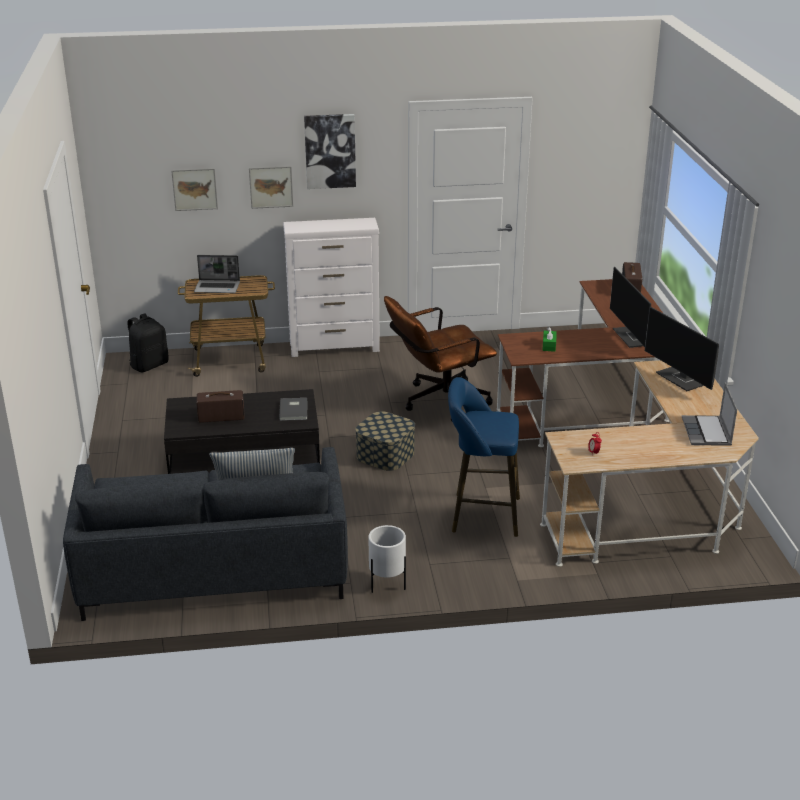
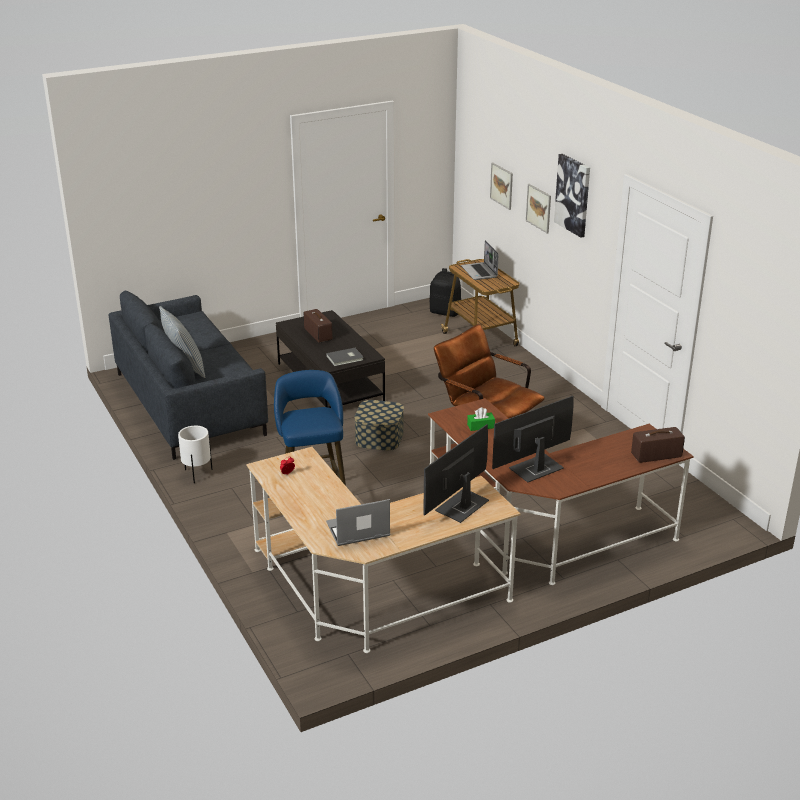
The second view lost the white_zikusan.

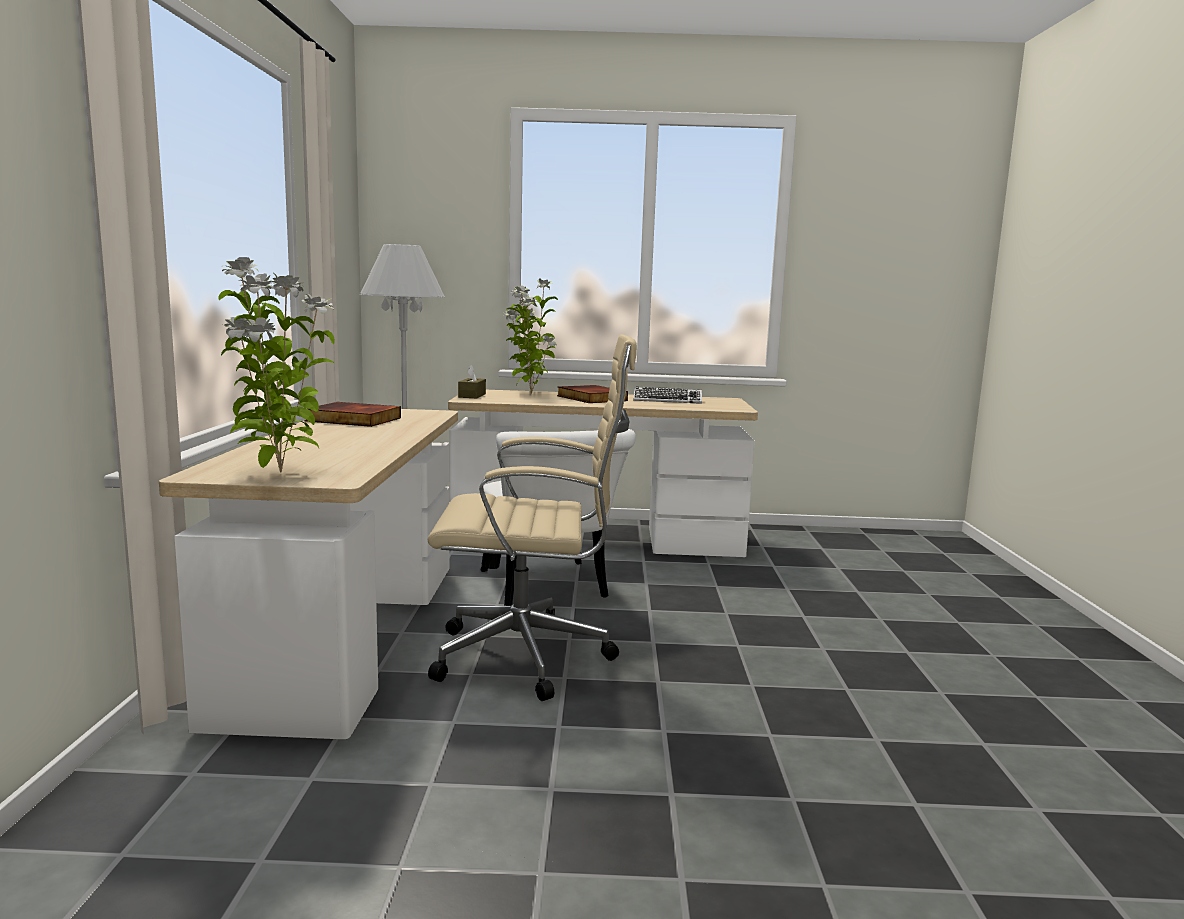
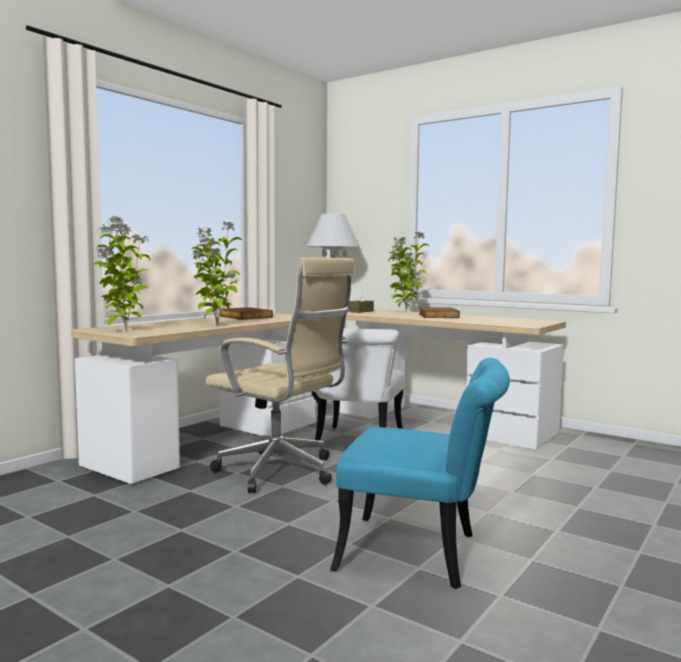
The second view lost the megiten.
The second view gained the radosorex (no. 2 from left).
The second view gained the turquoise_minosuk.

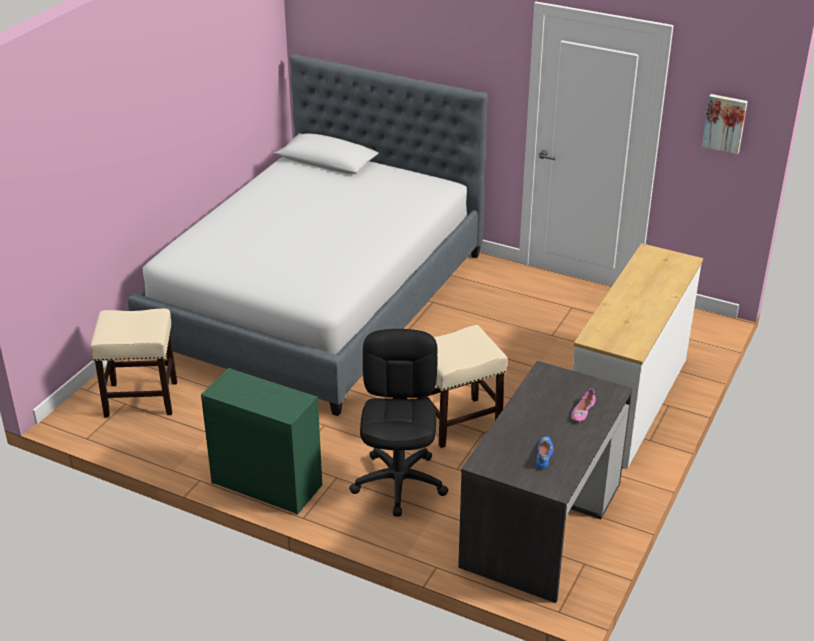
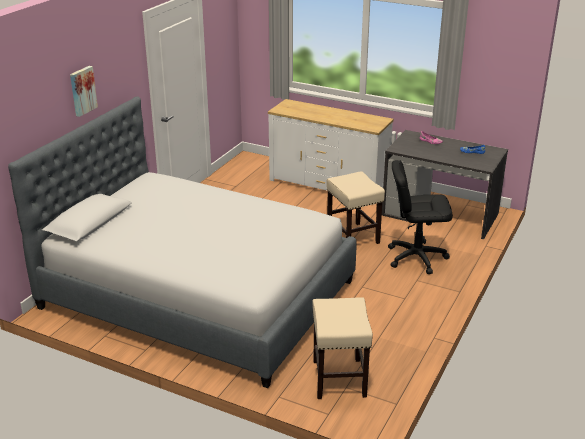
The second view lost the green_zikusan.
The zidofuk ended up elsewhere.

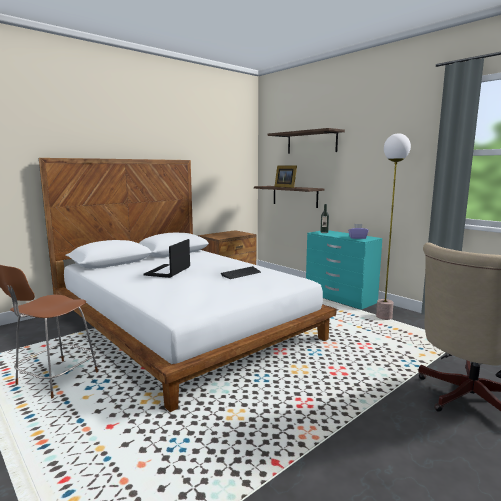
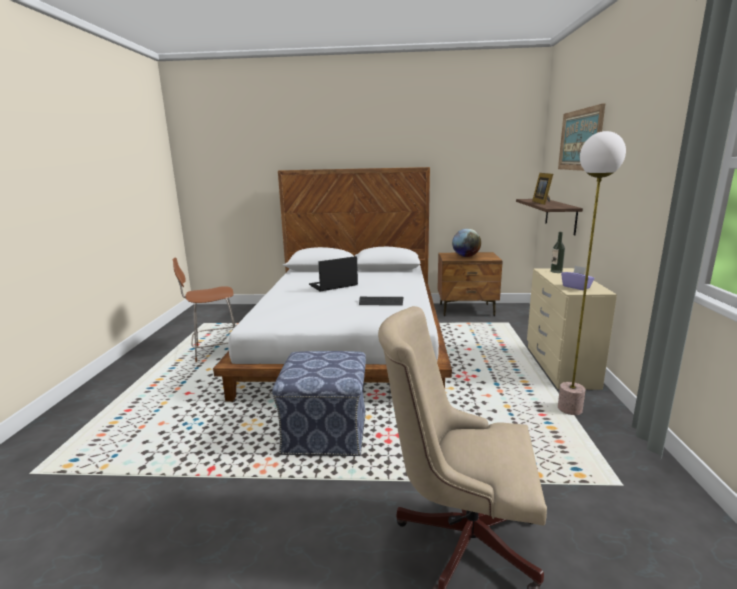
The second view gained the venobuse.
The second view gained the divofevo.
Where the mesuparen (no. 2 from left) hung, the zidofuk came to hang.
What was the turquoise_zikusan turned into the beige_zikusan.

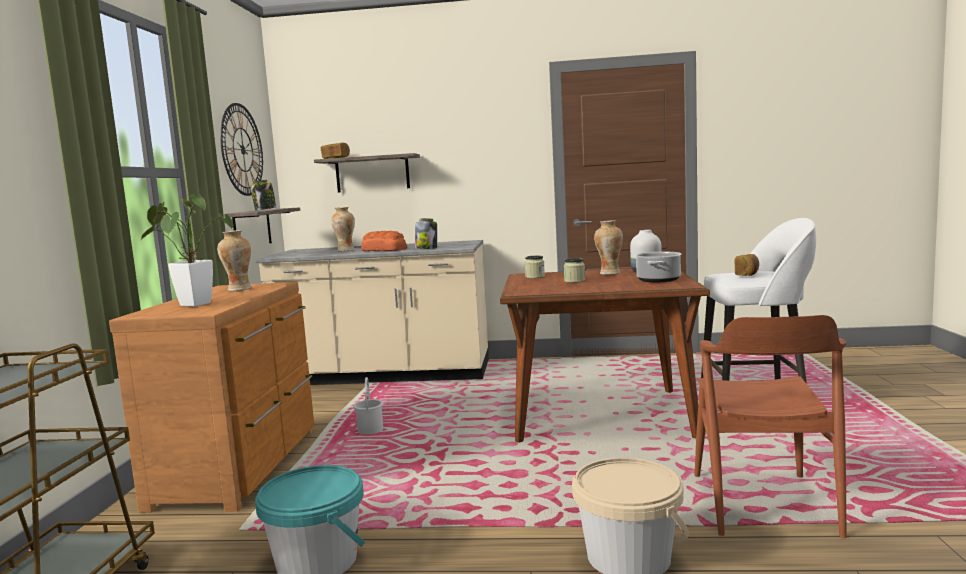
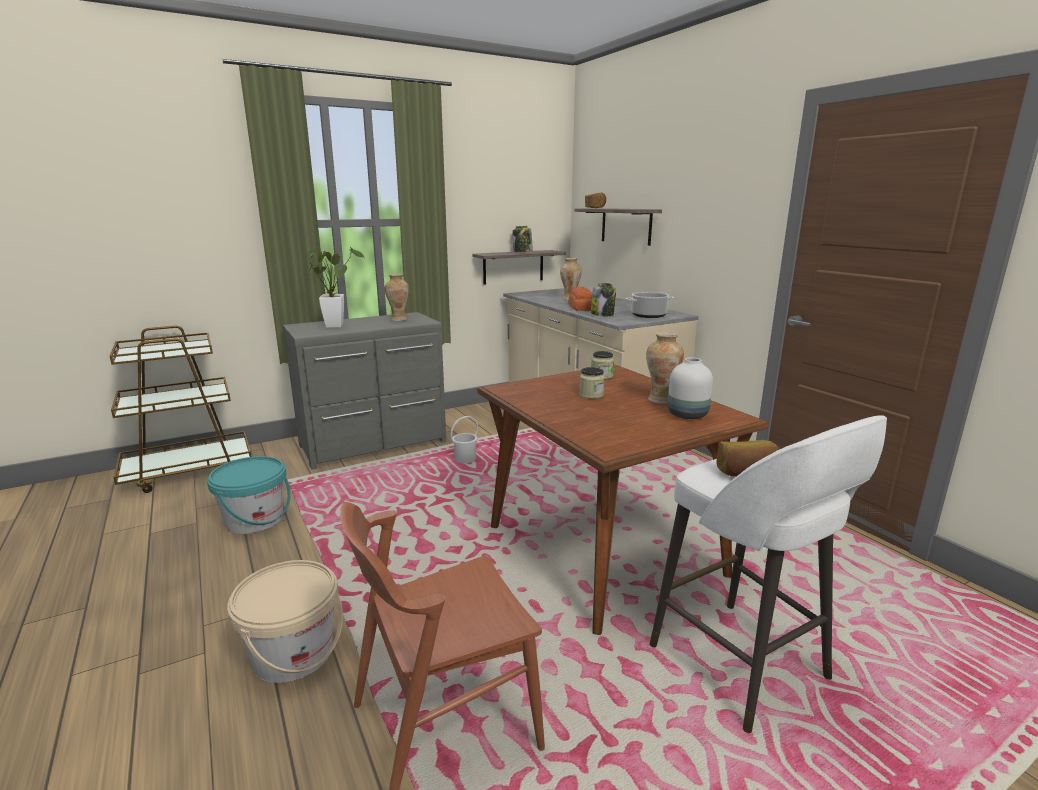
The second view lost the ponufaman.
The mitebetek ended up elsewhere.
What was the brown_zikusan turned into the grey_zikusan.

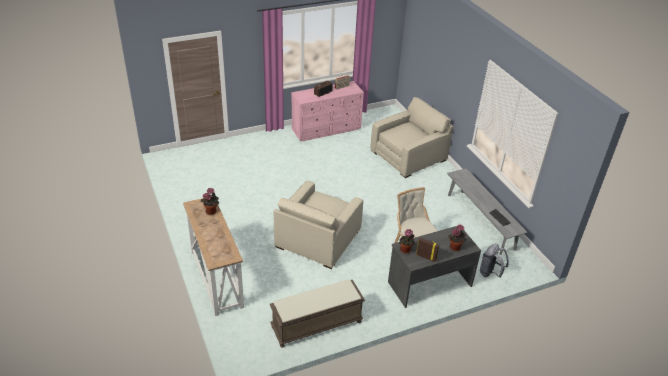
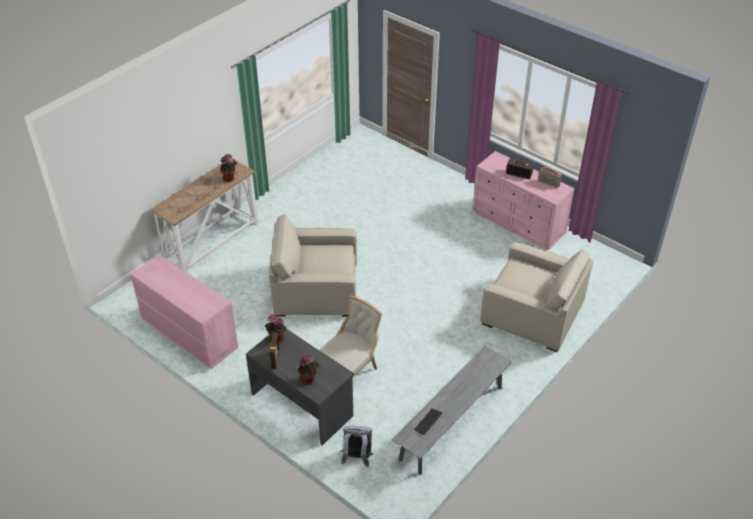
Where the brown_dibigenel stood, the pink_zikusan (no. 1 from left) came to stand.

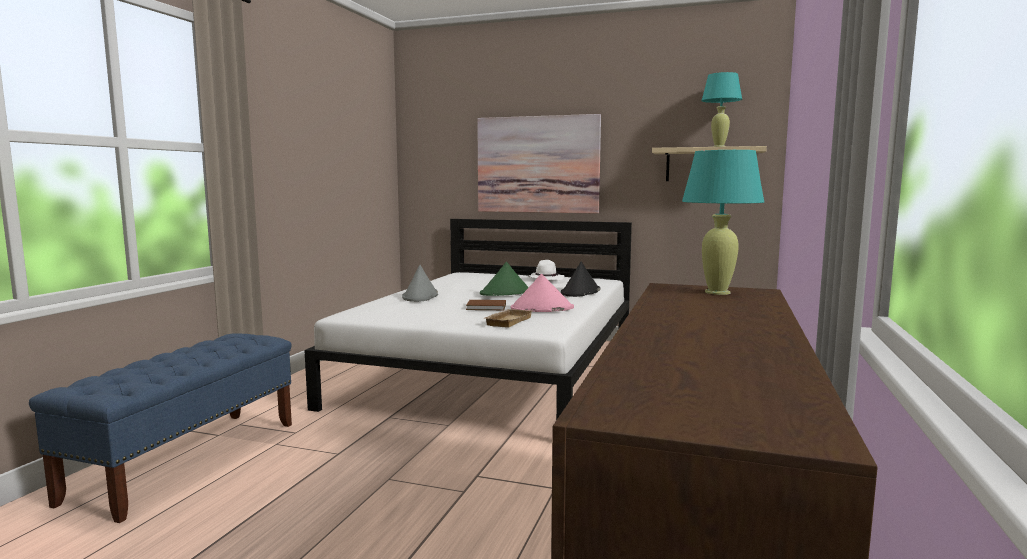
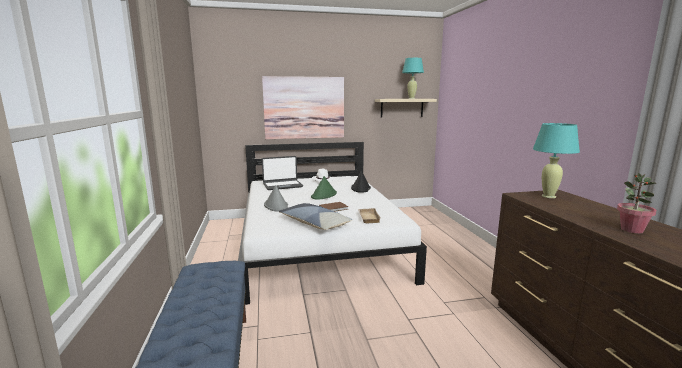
The second view lost the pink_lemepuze.
The second view gained the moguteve.
The second view gained the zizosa.
The second view gained the radosorex.

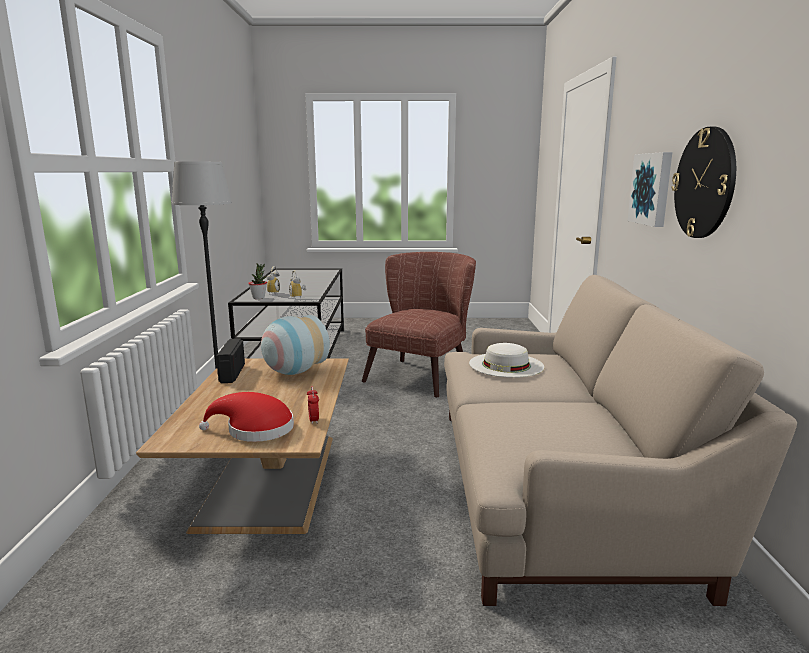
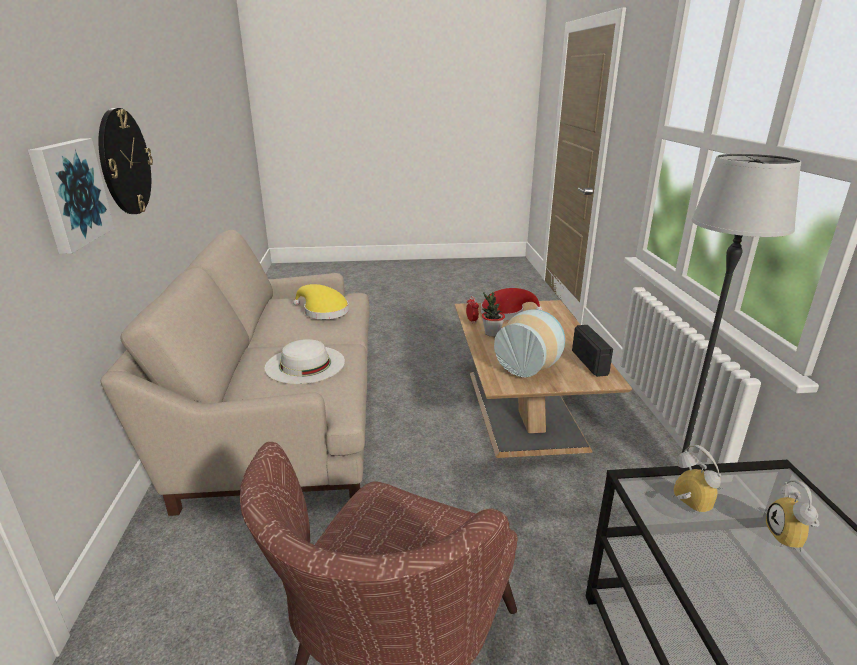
The second view gained the yellow_lemepuze.
The radosorex ended up elsewhere.

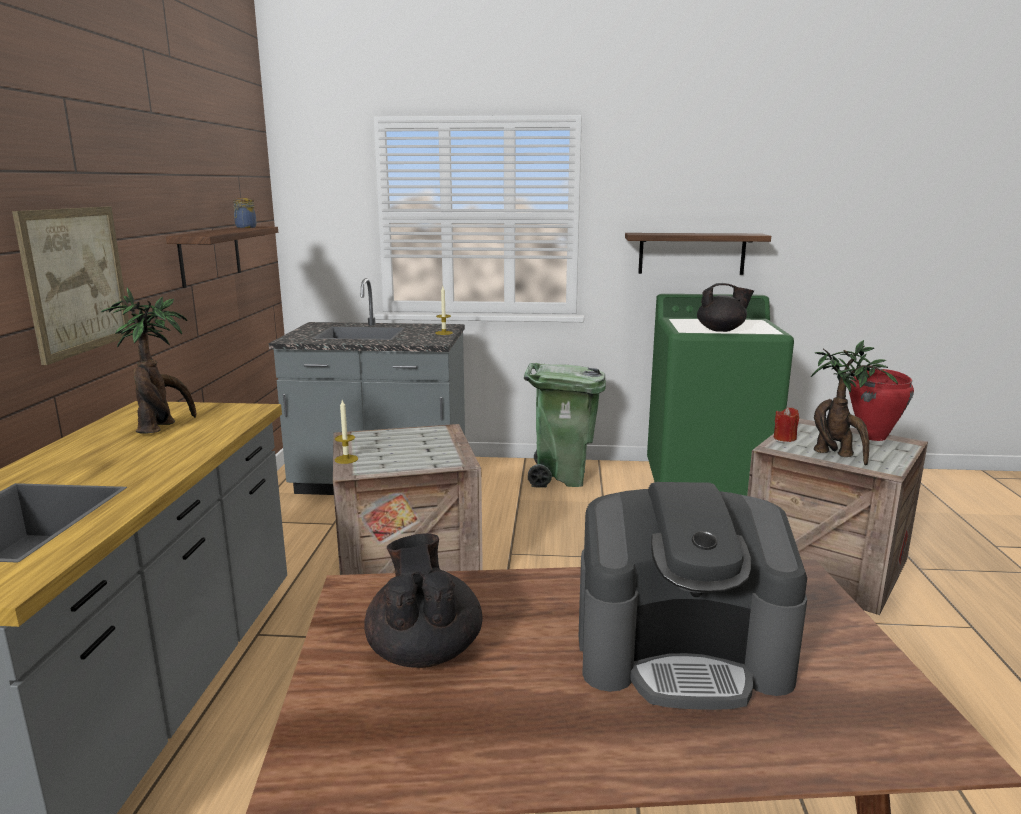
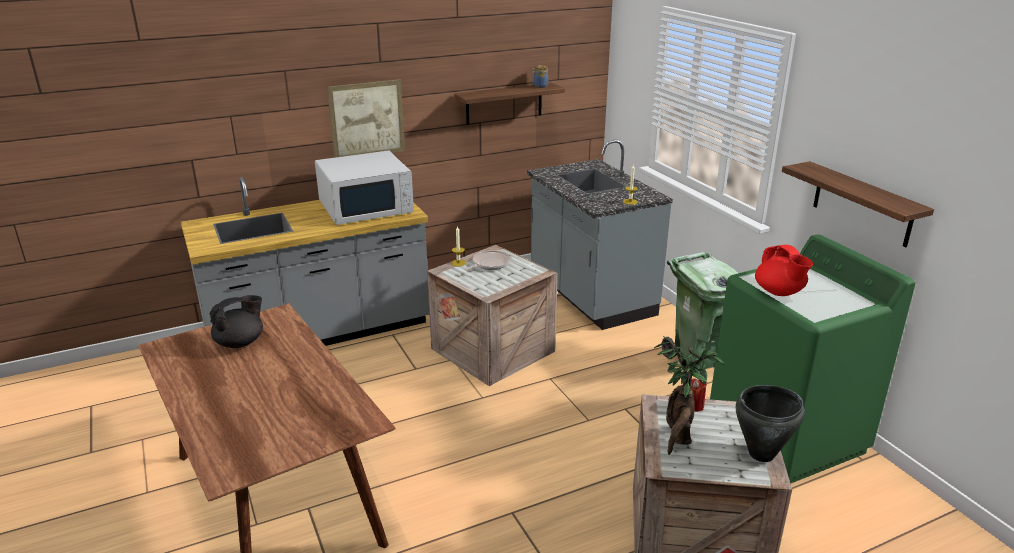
The second view lost the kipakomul.
The second view gained the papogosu.
Where the radosorex (no. 1 from left) stood, the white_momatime came to stand.
What was the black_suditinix (no. 2 from left) turned into the red_suditinix.
What was the red_mitebetek turned into the black_mitebetek.

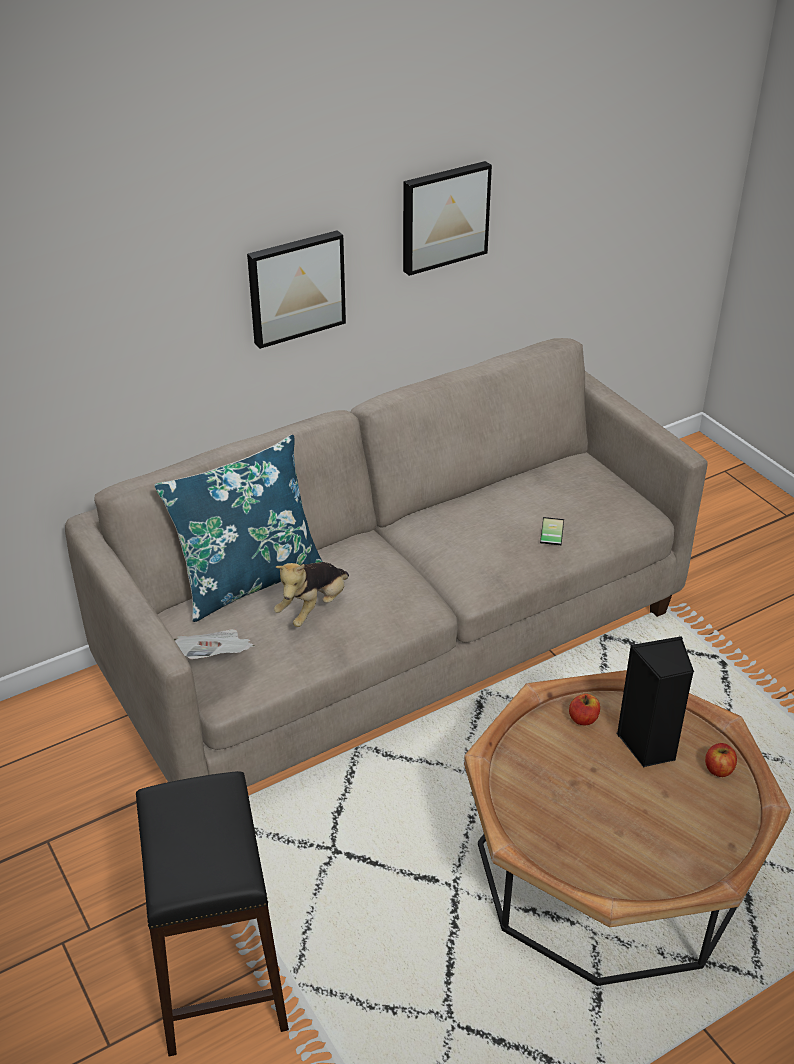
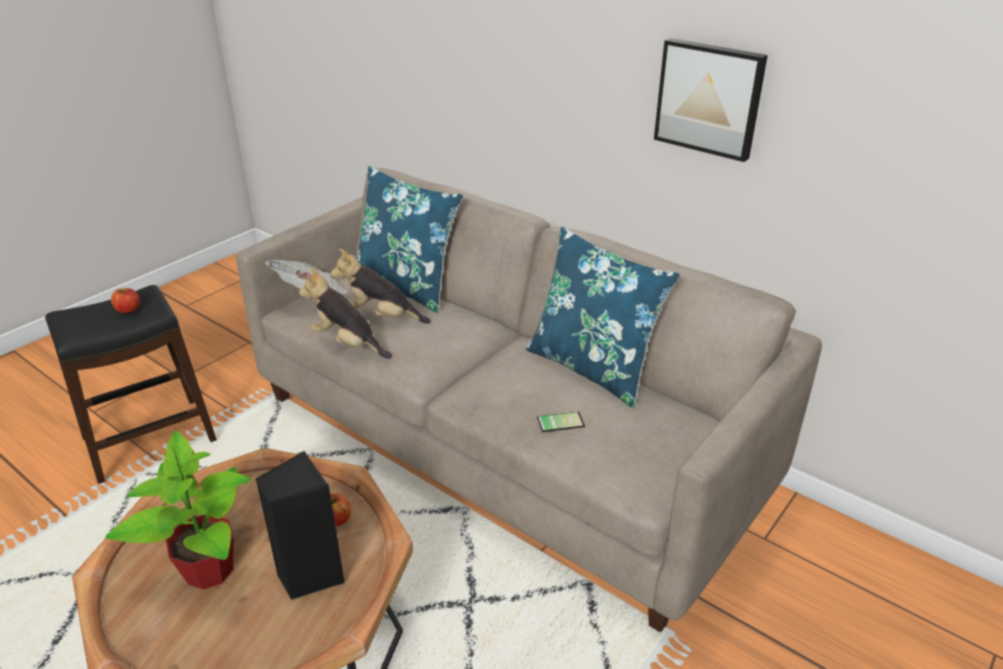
The second view lost the zidofuk (no. 1 from left).
The second view gained the radosorex.
The second view gained the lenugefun (no. 1 from left).
The second view gained the blue_zizosa (no. 2 from left).
The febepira (no. 2 from left in the first image) ended up elsewhere.

